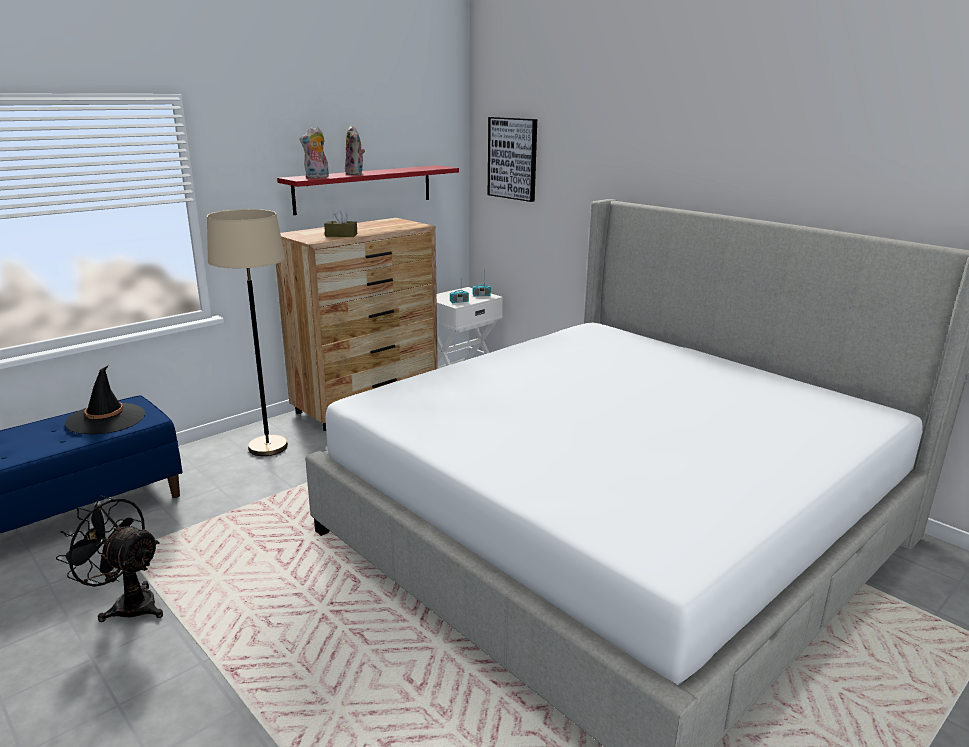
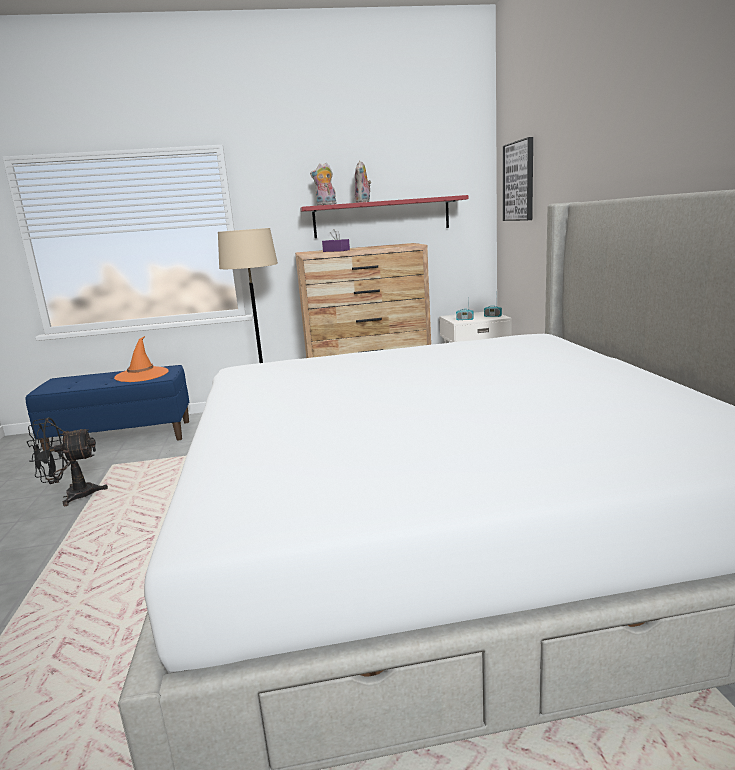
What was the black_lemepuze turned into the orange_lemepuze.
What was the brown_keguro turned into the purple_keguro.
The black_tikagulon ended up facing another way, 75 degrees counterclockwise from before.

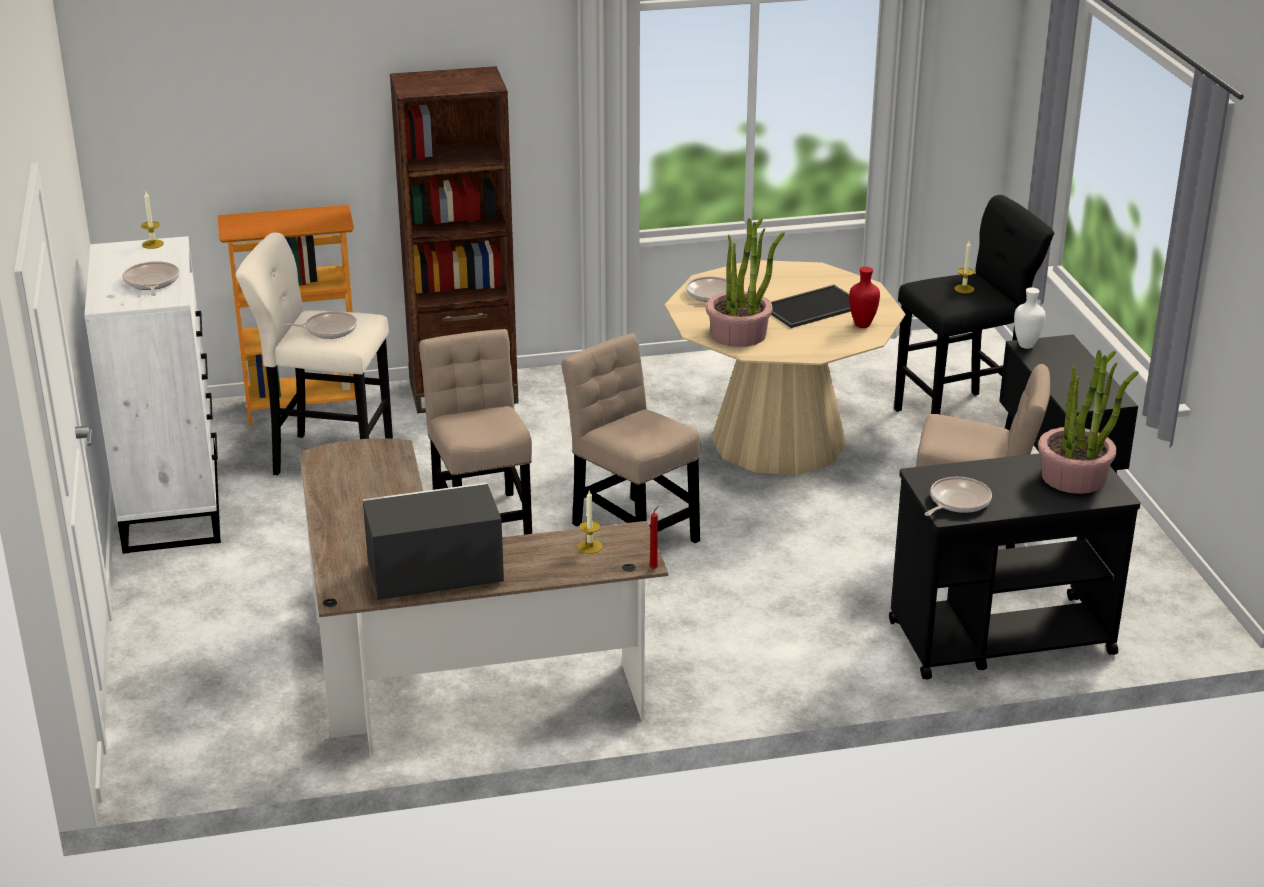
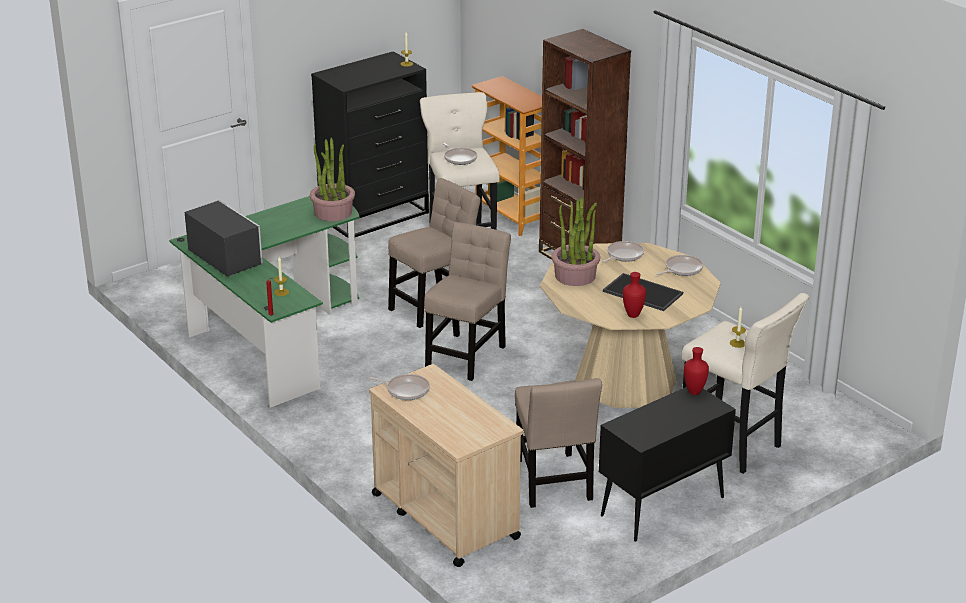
The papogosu (no. 1 from left in the first image) ended up elsewhere.
The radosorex (no. 2 from left in the first image) ended up elsewhere.
What was the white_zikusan turned into the black_zikusan.
What was the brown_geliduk turned into the green_geliduk.
What was the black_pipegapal turned into the beige_pipegapal.
What was the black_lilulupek turned into the beige_lilulupek (no. 2 from left).
What was the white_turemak turned into the red_turemak (no. 2 from left).

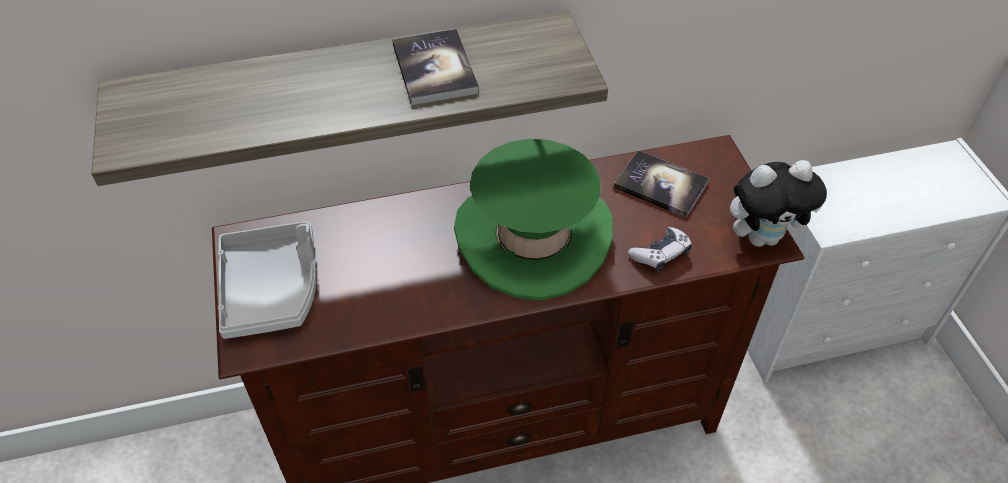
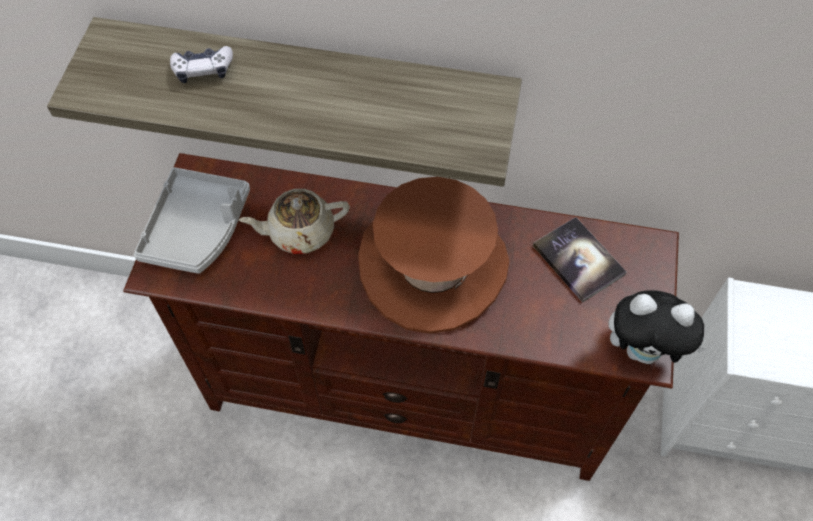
The second view lost the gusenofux (no. 1 from left).
The second view gained the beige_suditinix.
The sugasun ended up elsewhere.
What was the green_lemepuze turned into the brown_lemepuze.

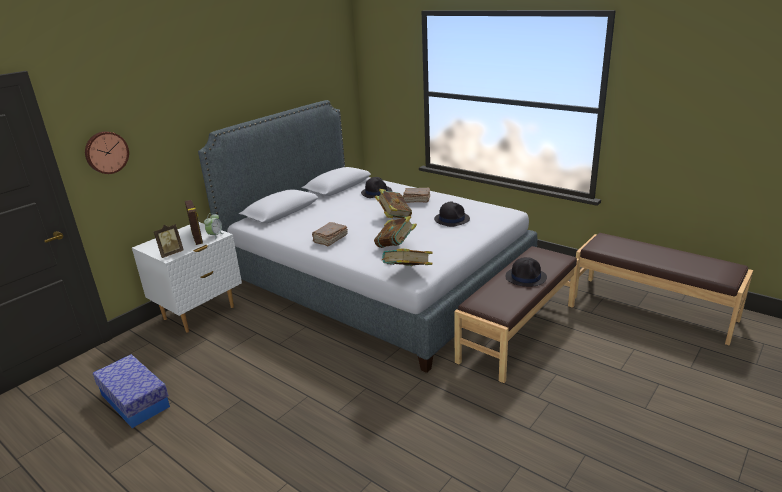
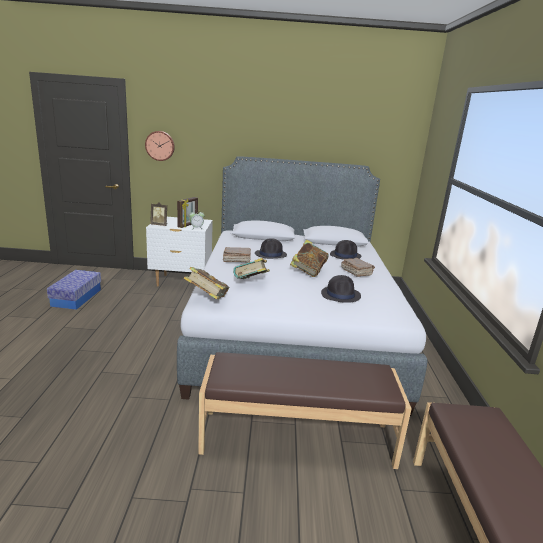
The black_lemepuze (no. 3 from left in the first image) ended up elsewhere.

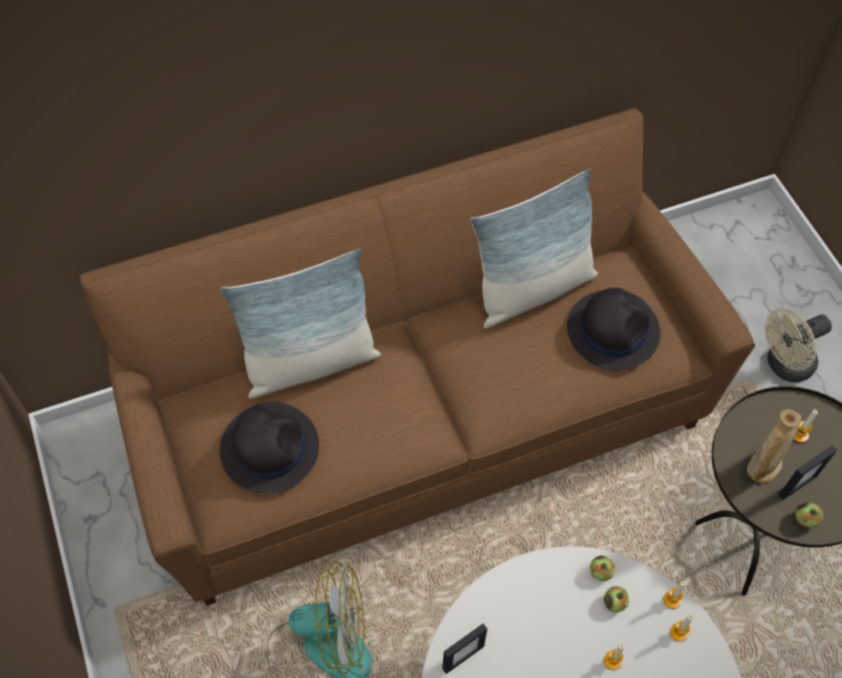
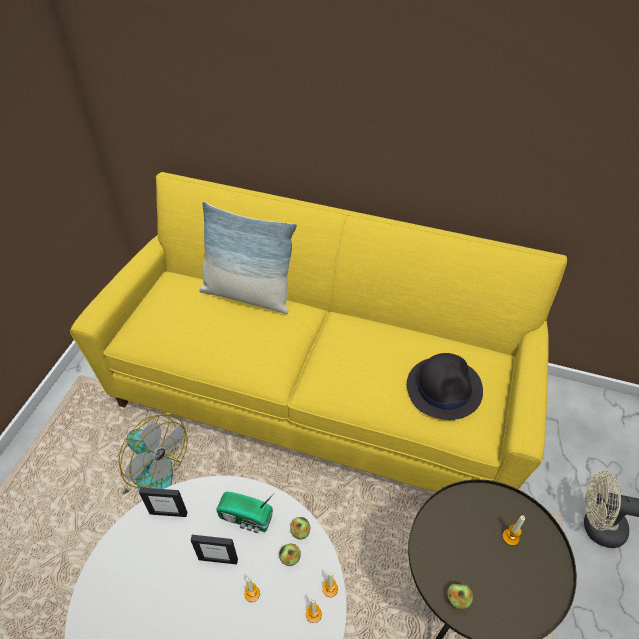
The second view lost the black_lemepuze (no. 1 from left).
The second view lost the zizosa (no. 2 from left).
The second view lost the beige_turemak.
The second view gained the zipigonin.
The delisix (no. 2 from left) ended up elsewhere.
What was the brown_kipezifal turned into the yellow_kipezifal.

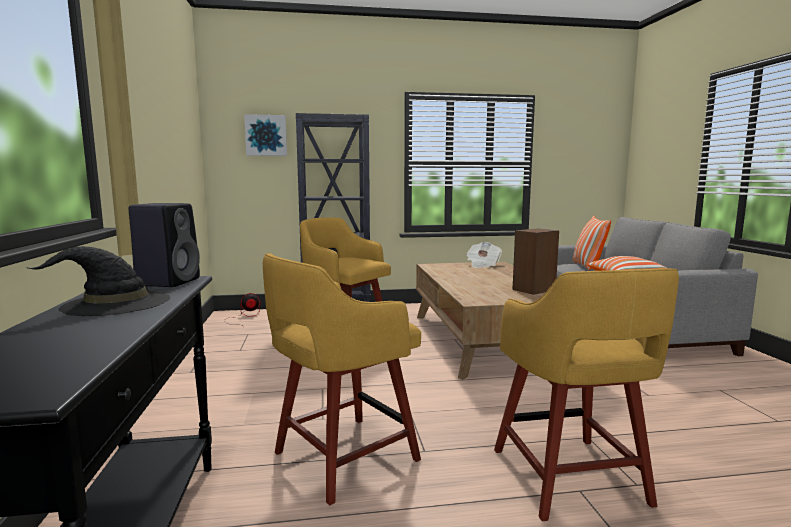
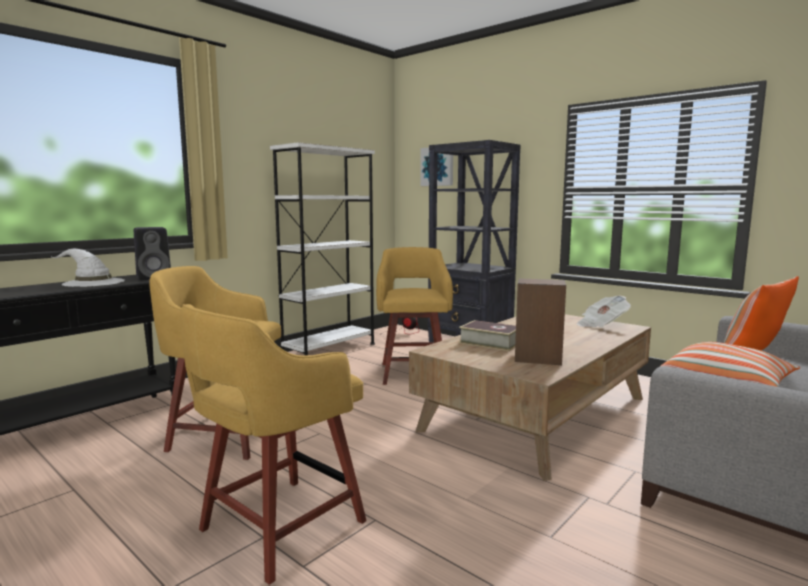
The second view gained the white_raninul.
The second view gained the gusenofux.
What was the black_lemepuze turned into the white_lemepuze.

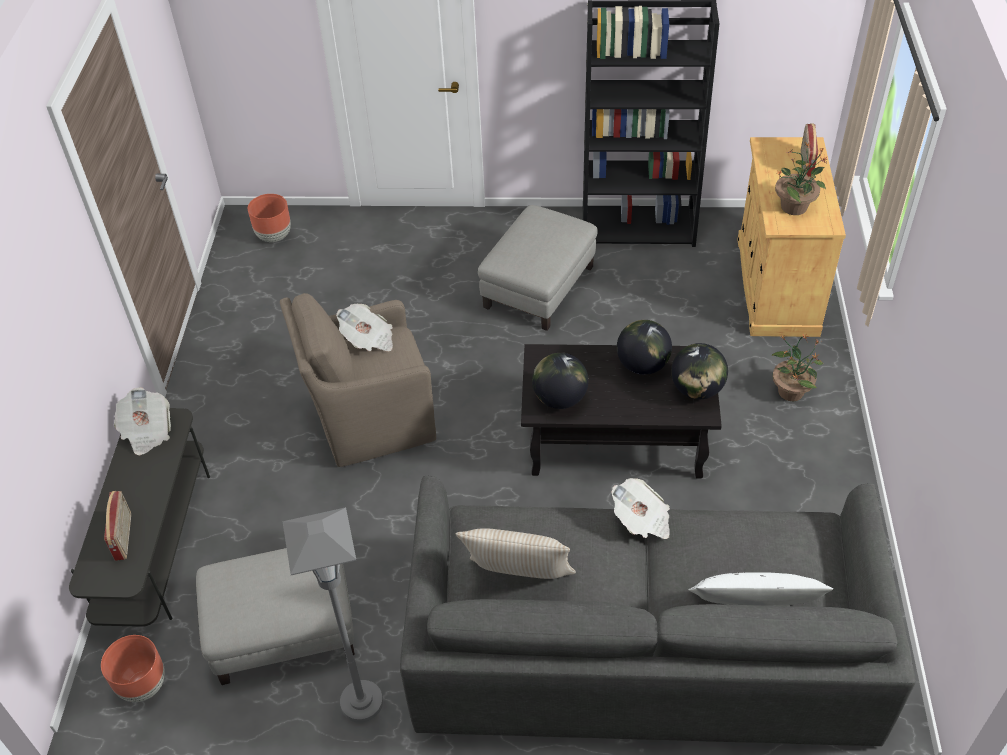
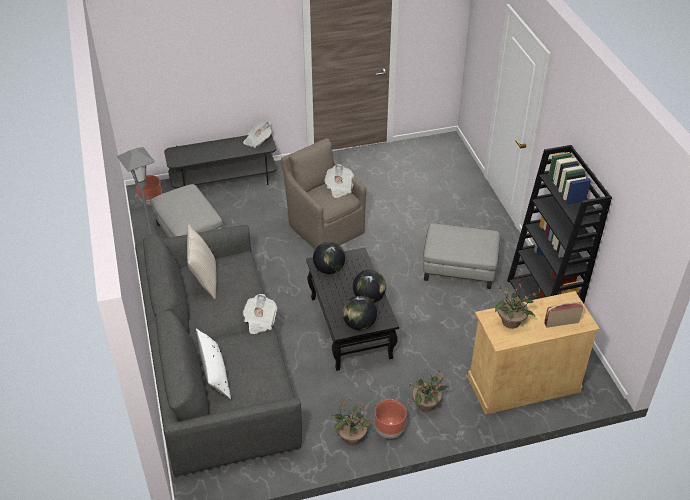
The second view lost the zipigonin (no. 1 from left).
The second view gained the radosorex (no. 1 from left).
The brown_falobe (no. 2 from left) ended up elsewhere.

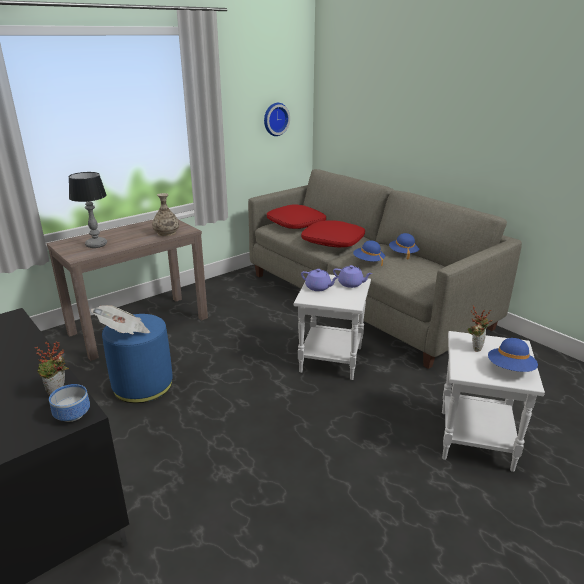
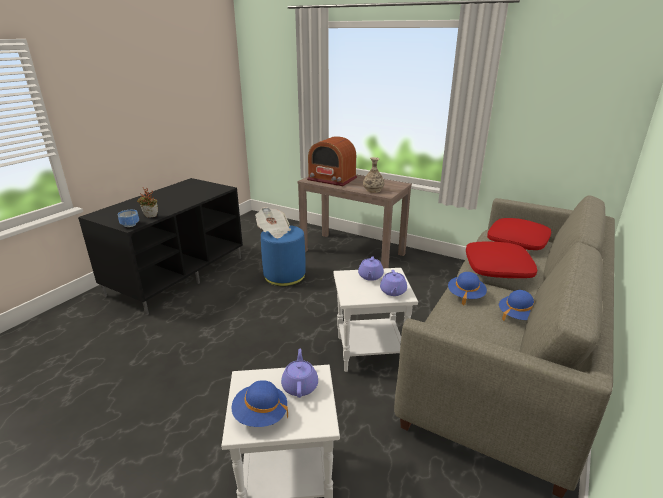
The second view lost the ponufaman.
Where the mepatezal stood, the zipigonin came to stand.
Where the radosorex (no. 2 from left) stood, the purple_suditinix (no. 1 from left) came to stand.

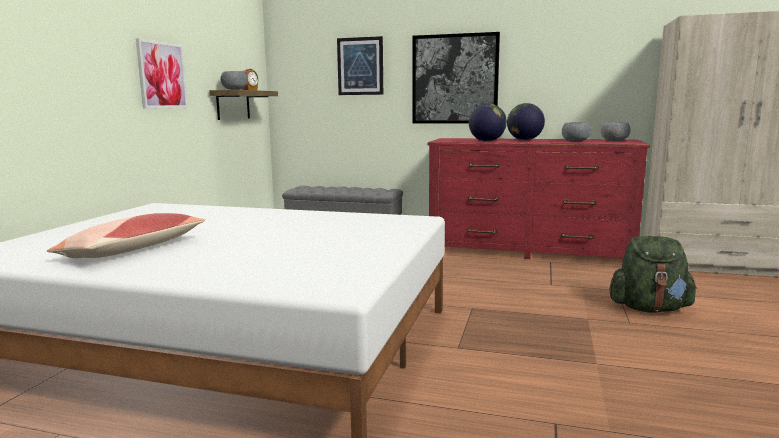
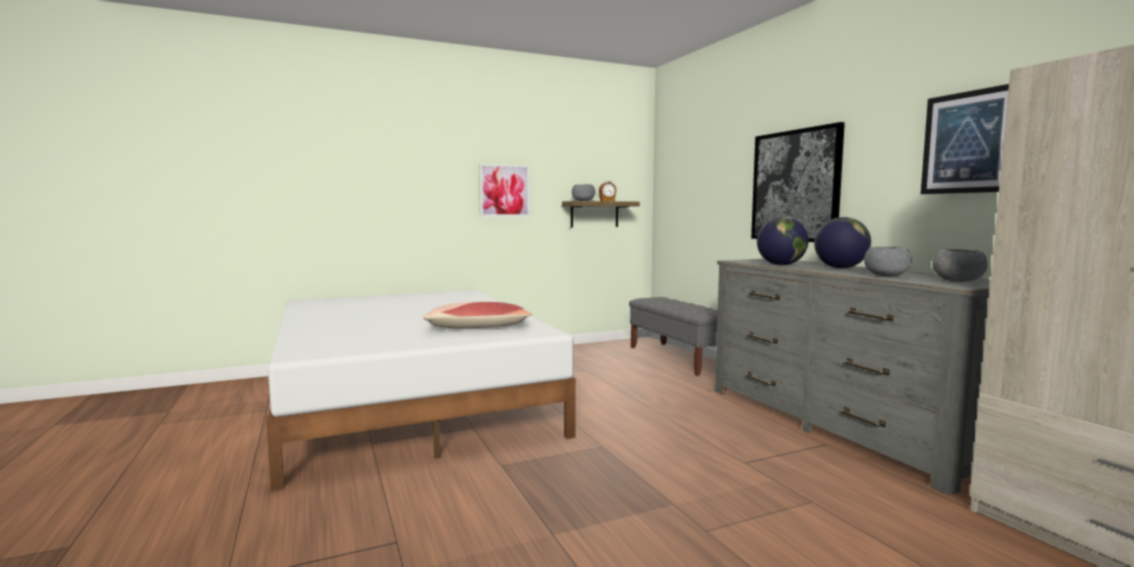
The second view lost the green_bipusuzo.
The zizosa ended up elsewhere.
The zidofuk (no. 2 from left in the first image) ended up elsewhere.
What was the red_zikusan turned into the grey_zikusan.

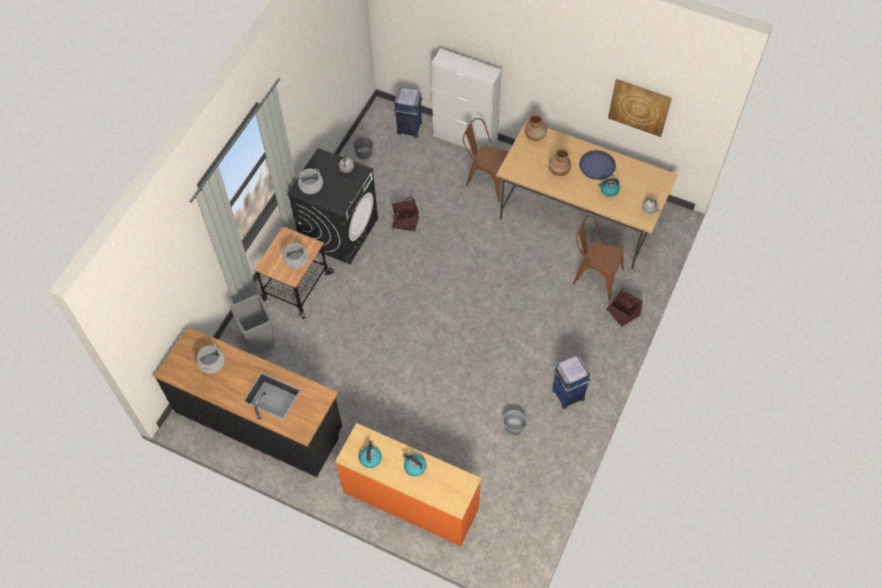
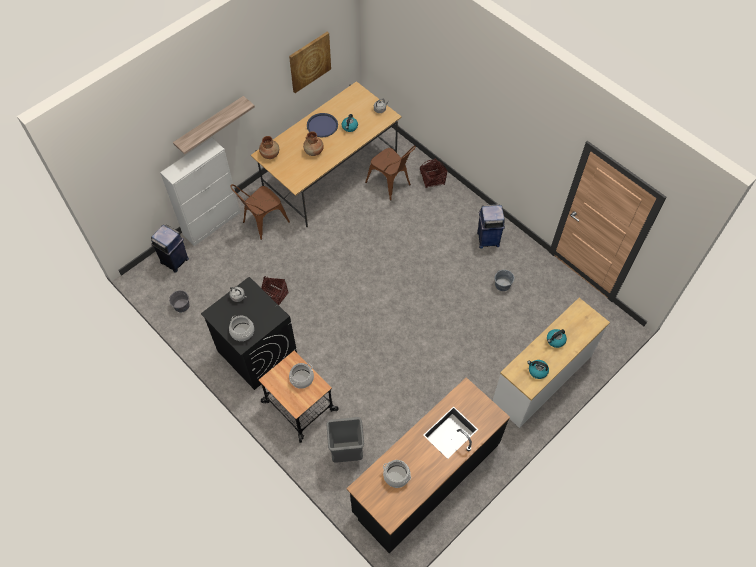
The second view gained the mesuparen.
What was the orange_zikusan turned into the white_zikusan.
The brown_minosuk (no. 2 from left) ended up facing another way, 90 degrees counterclockwise from before.

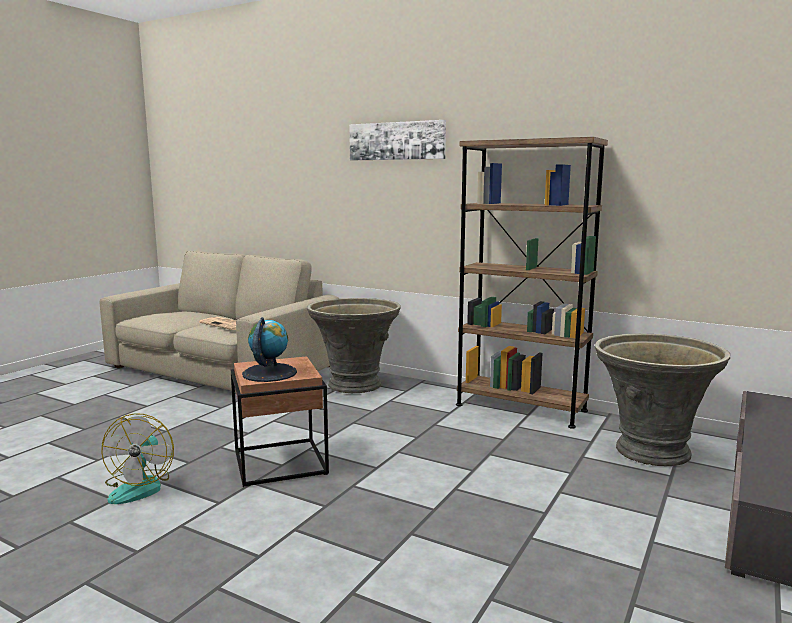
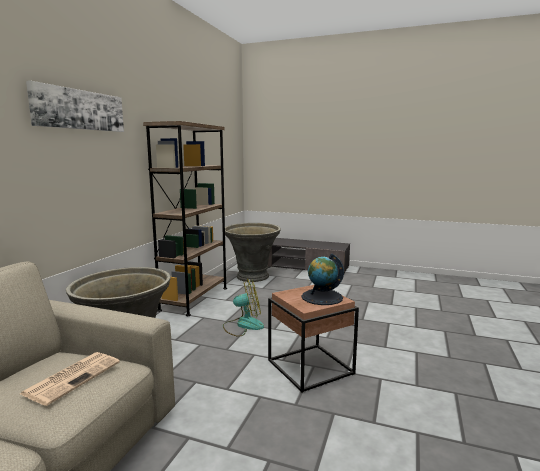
The tikagulon ended up elsewhere.

